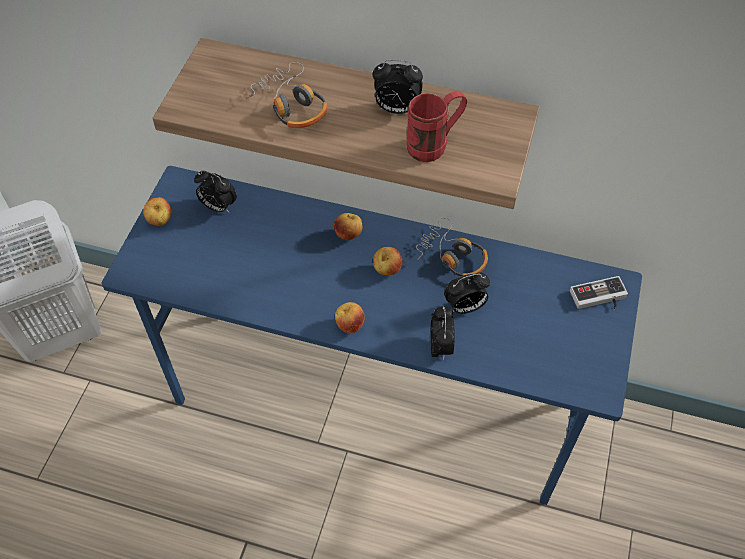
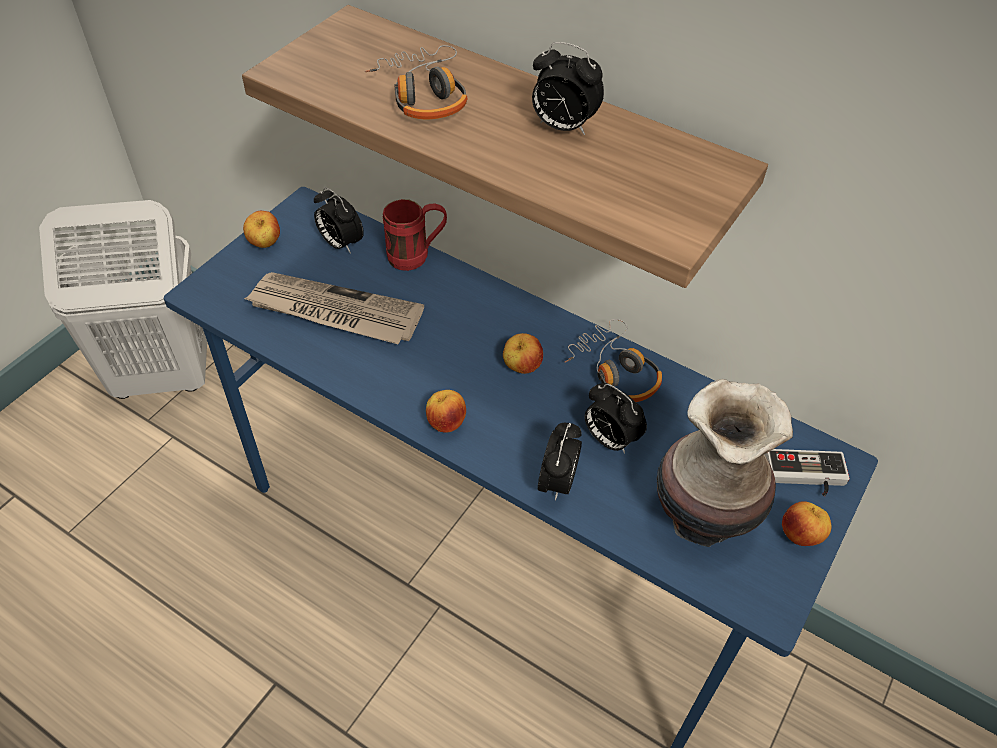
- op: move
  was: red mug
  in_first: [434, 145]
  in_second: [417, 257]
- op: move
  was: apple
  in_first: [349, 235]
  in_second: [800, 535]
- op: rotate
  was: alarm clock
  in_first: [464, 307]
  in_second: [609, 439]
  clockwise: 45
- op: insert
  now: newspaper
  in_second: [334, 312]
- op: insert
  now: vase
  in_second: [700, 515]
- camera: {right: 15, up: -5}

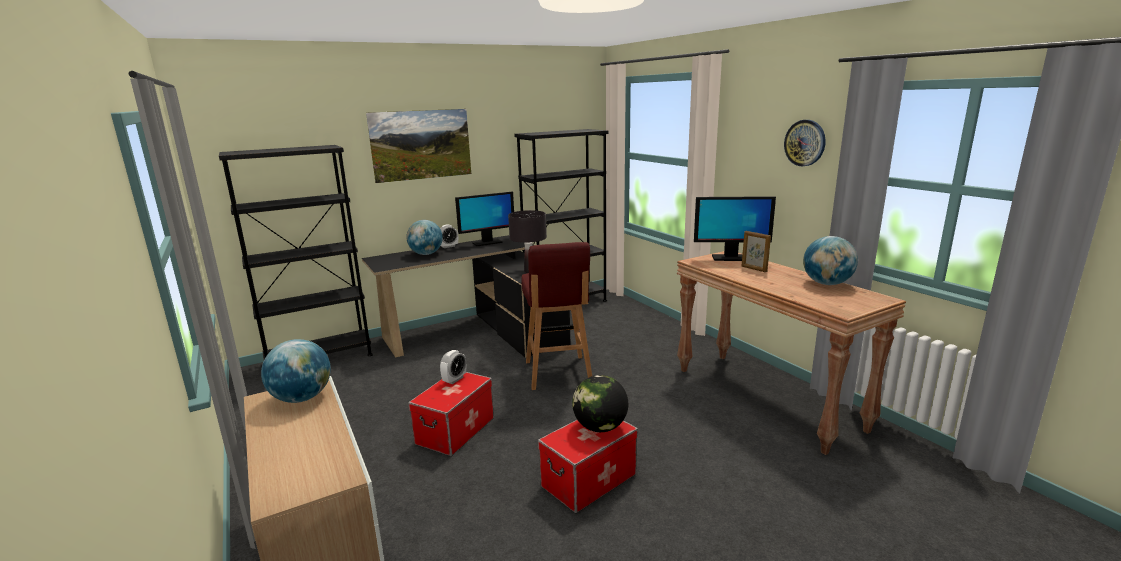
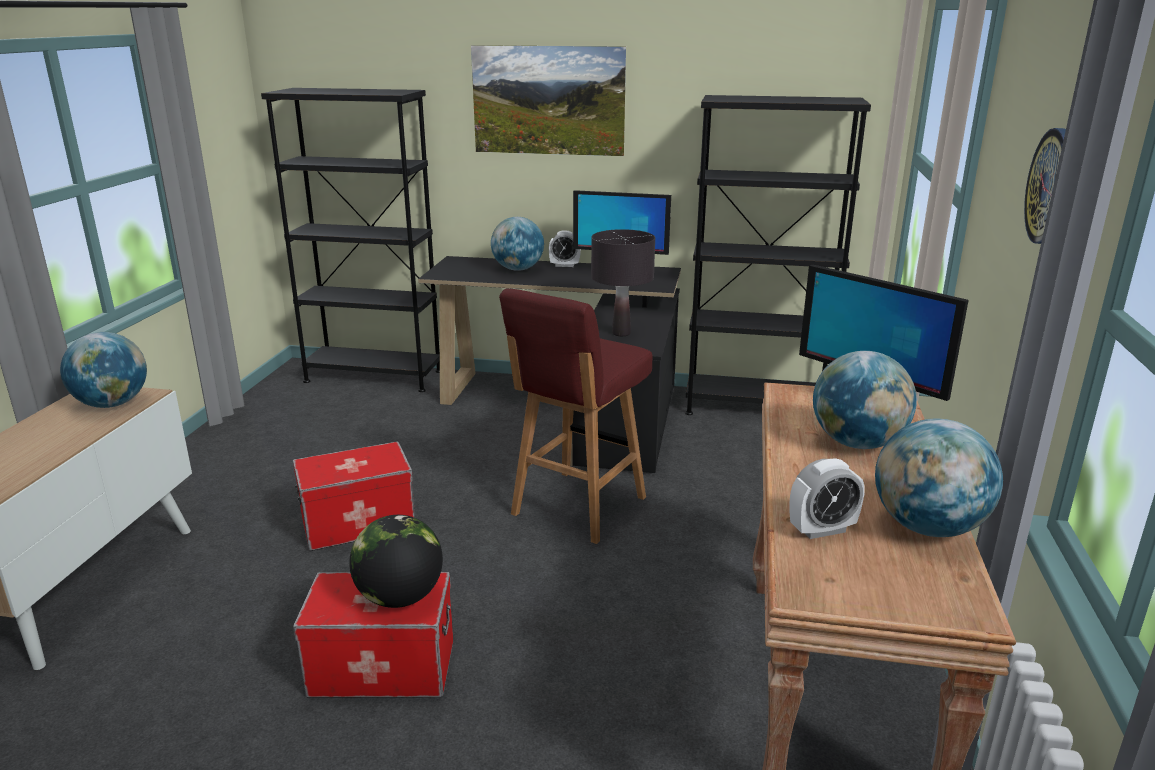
- op: replace
  was: picture frame
  now: globe
  in_first: [753, 269]
  in_second: [857, 443]
- op: move
  was: alarm clock
  in_first: [454, 379]
  in_second: [822, 530]
- camera: {right: 40, up: 5}

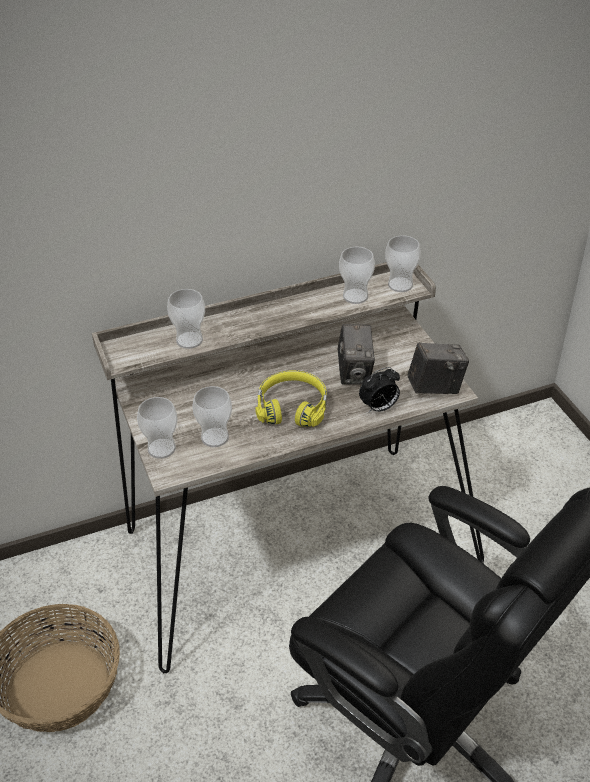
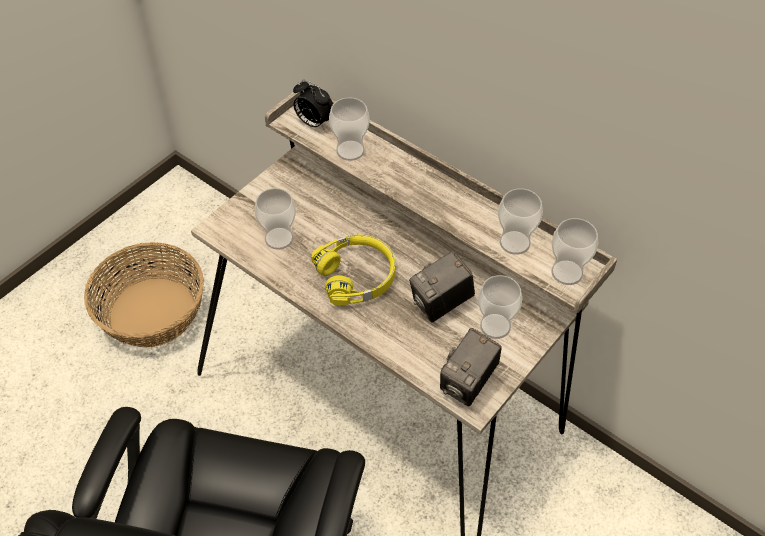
- op: rotate
  was: photo camera
  in_first: [435, 387]
  in_second: [468, 383]
  clockwise: 75
- op: move
  was: alarm clock
  in_first: [379, 408]
  in_second: [314, 123]
- op: move
  was: cup
  in_first: [161, 448]
  in_second: [495, 326]
- camera: {right: 60, up: 10}

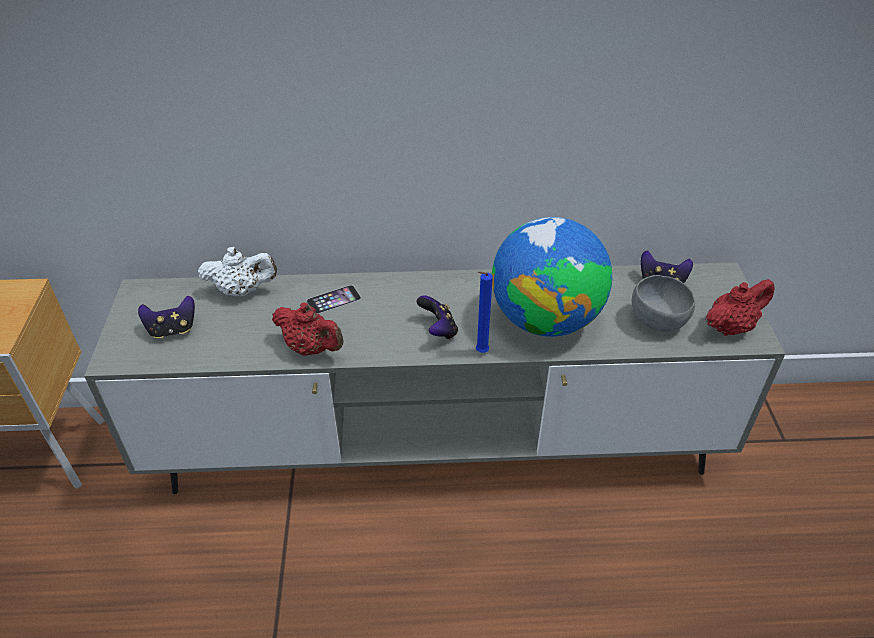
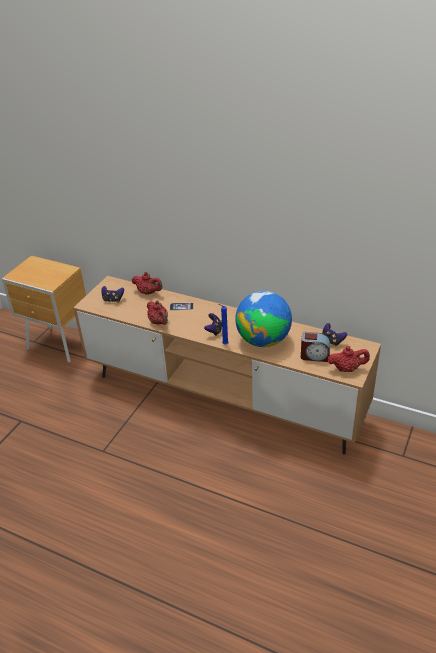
- op: recolor
  was: white teapot
  now: red teapot
  in_first: [242, 291]
  in_second: [148, 293]
- op: recolor
  was: grey tv stand
  now: brown tv stand
  in_first: [436, 448]
  in_second: [222, 398]
- op: replace
  was: grey bowl
  now: alarm clock
  in_first: [658, 320]
  in_second: [314, 356]
- camera: {right: 30, up: -5}

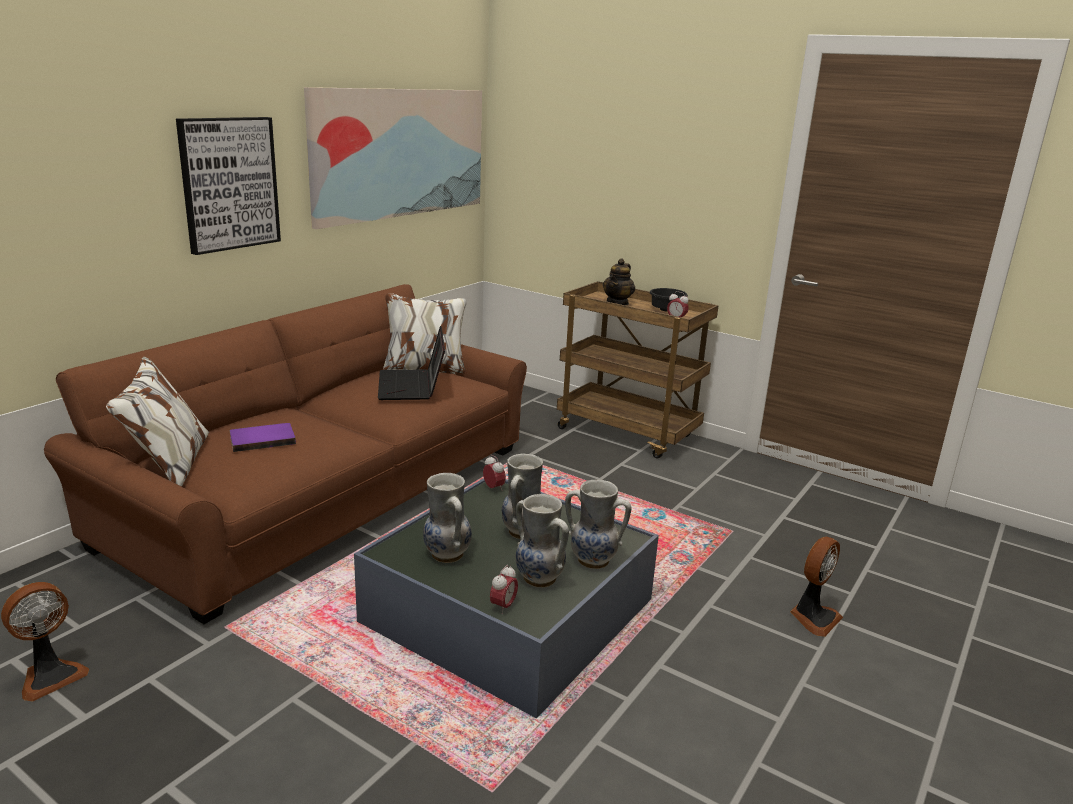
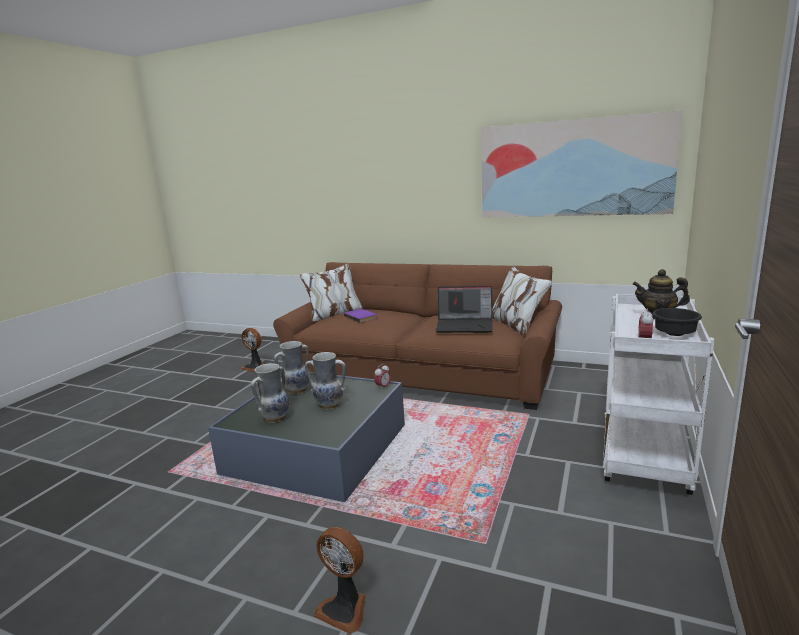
- op: delete
  was: picture
  in_first: [229, 184]
- op: recolor
  was: brown cart
  now: white cart
  in_first: [628, 433]
  in_second: [645, 456]
- op: rotate
  was: laptop
  in_first: [412, 386]
  in_second: [465, 325]
  clockwise: -150
- op: delete
  was: vase
  in_first: [593, 561]
- op: delete
  was: alarm clock
  in_first: [503, 606]
- camera: {right: 80, up: -5}

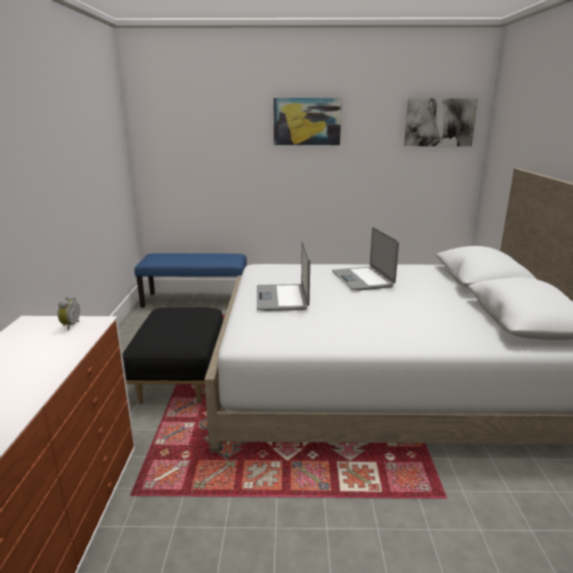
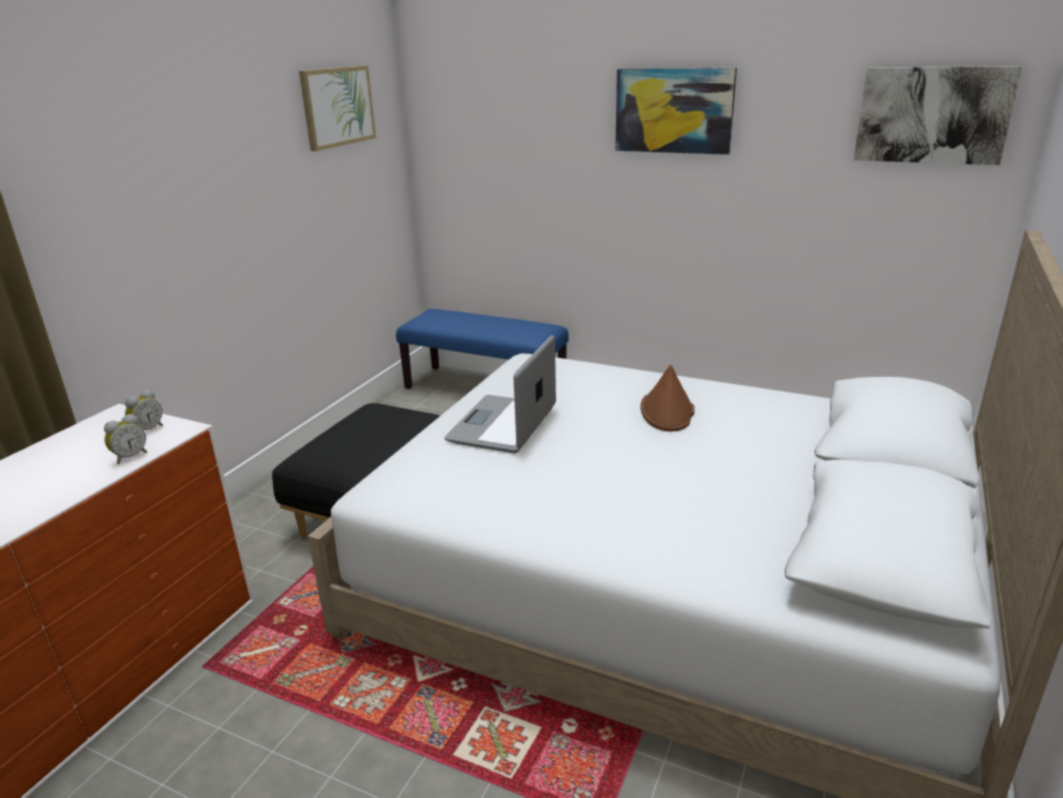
- op: replace
  was: laptop
  now: brown hat
  in_first: [363, 279]
  in_second: [667, 411]
- op: insert
  now: picture
  in_second: [337, 106]
- op: insert
  now: alarm clock
  in_second: [130, 457]
- camera: {right: 25, up: 5}

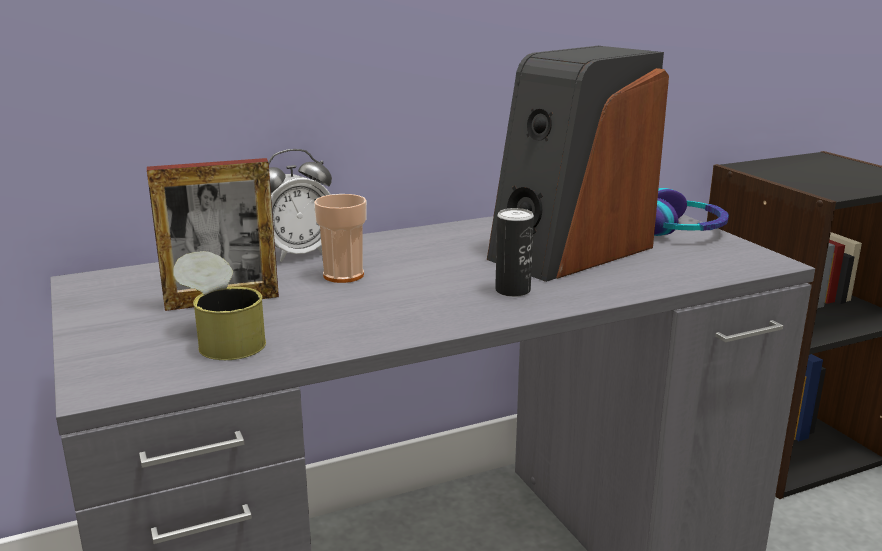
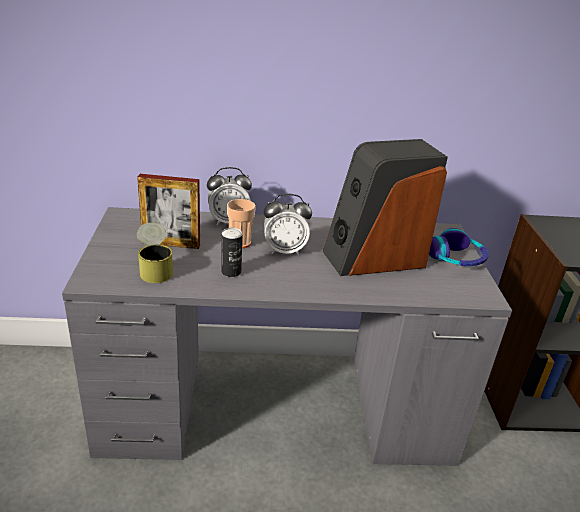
- op: move
  was: can
  in_first: [512, 290]
  in_second: [231, 272]
- op: insert
  now: alarm clock
  in_second: [284, 250]
- camera: {right: 20, up: 10}

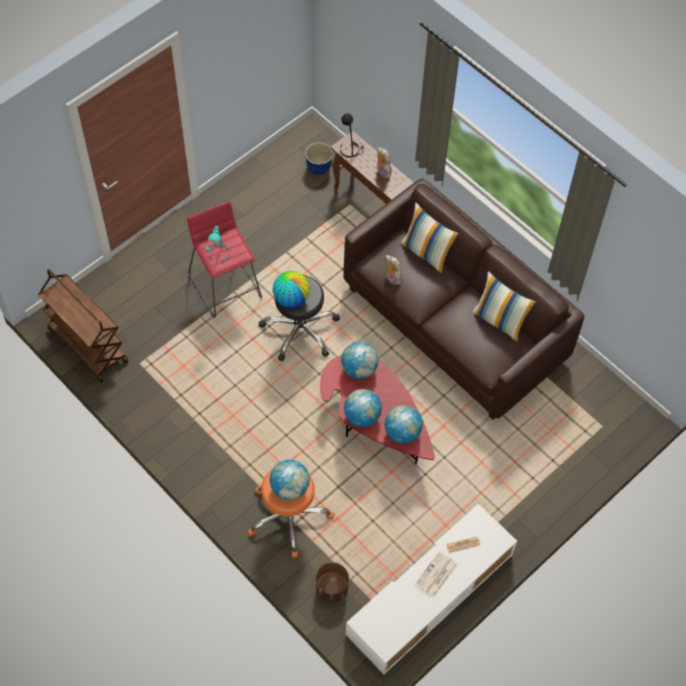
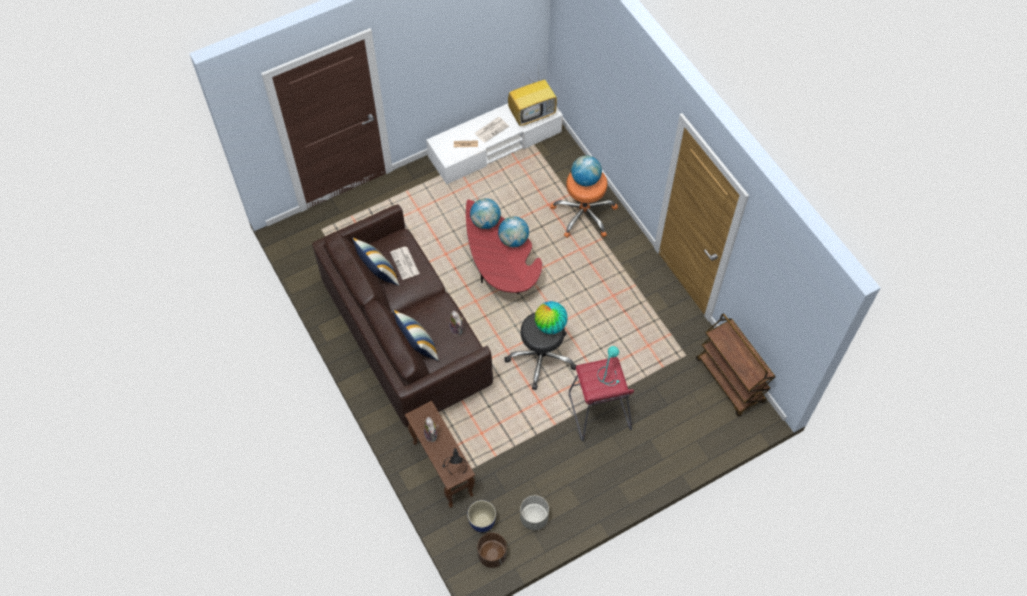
- op: delete
  was: globe
  in_first: [359, 369]
- op: move
  was: brown planter
  in_first: [332, 588]
  in_second: [492, 554]
- op: insert
  now: television
  in_second: [532, 114]
- op: insert
  now: newspaper
  in_second: [405, 263]
- op: insert
  now: grey planter
  in_second: [534, 517]
- camera: {right: -165, up: 0}

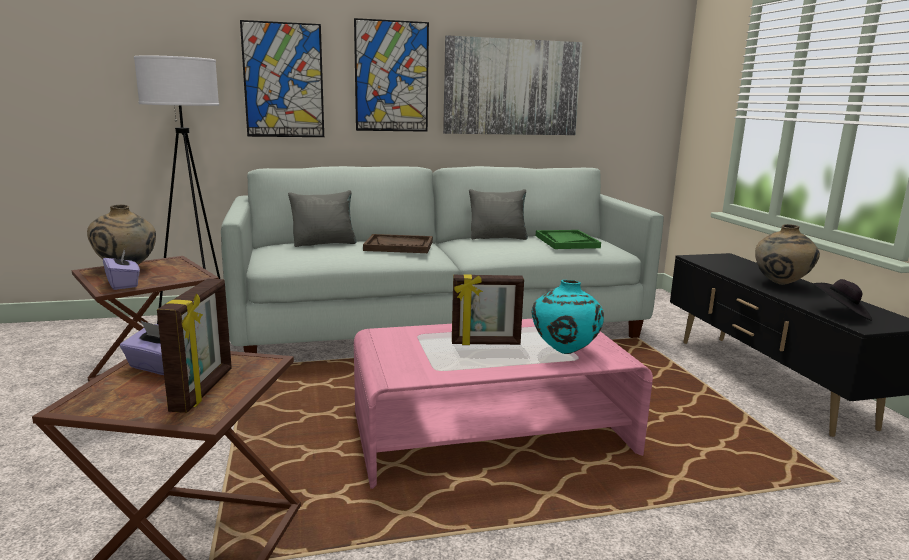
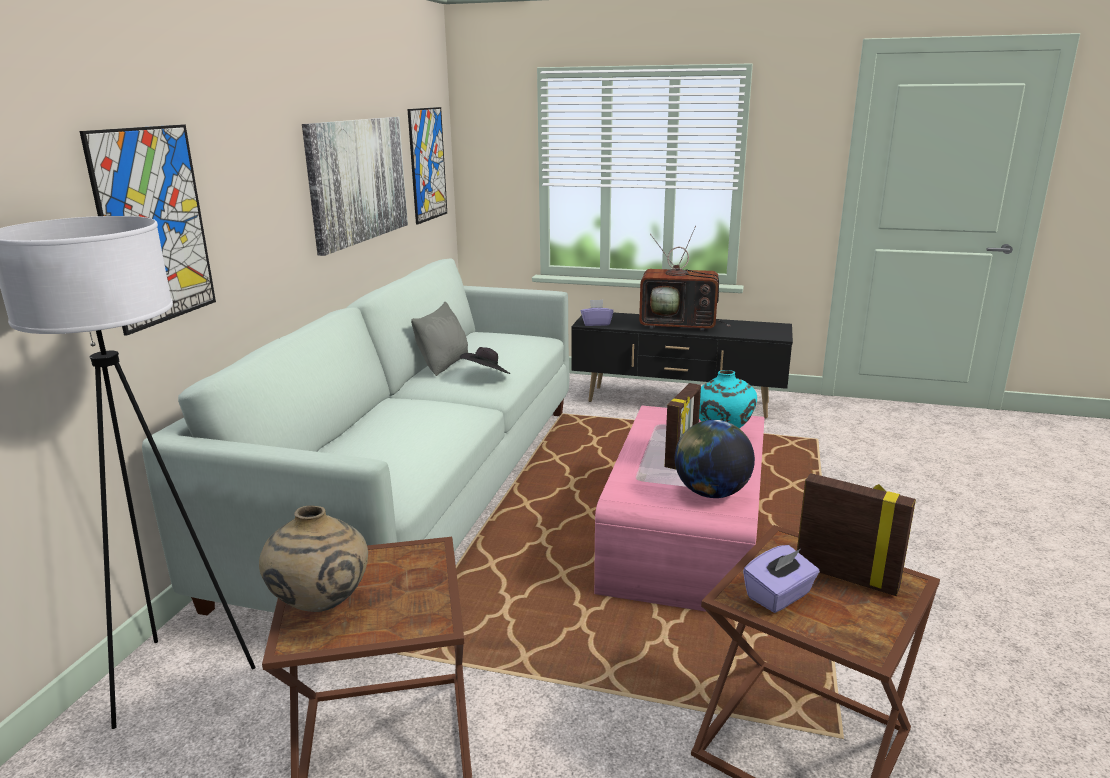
- op: move
  was: picture
  in_first: [391, 77]
  in_second: [427, 164]
- op: delete
  was: grey pillow
  in_first: [324, 243]
- op: replace
  was: beige vase
  now: television
  in_first: [781, 284]
  in_second: [680, 325]
- op: delete
  was: green tray
  in_first: [566, 241]
- op: delete
  was: brown tray
  in_first: [399, 246]
- op: move
  was: purple tissue box
  in_first: [123, 284]
  in_second: [596, 323]
- op: move
  was: black hat
  in_first: [841, 314]
  in_second: [486, 376]
- op: insert
  now: globe
  in_second: [711, 493]
- camera: {right: -60, up: 5}

